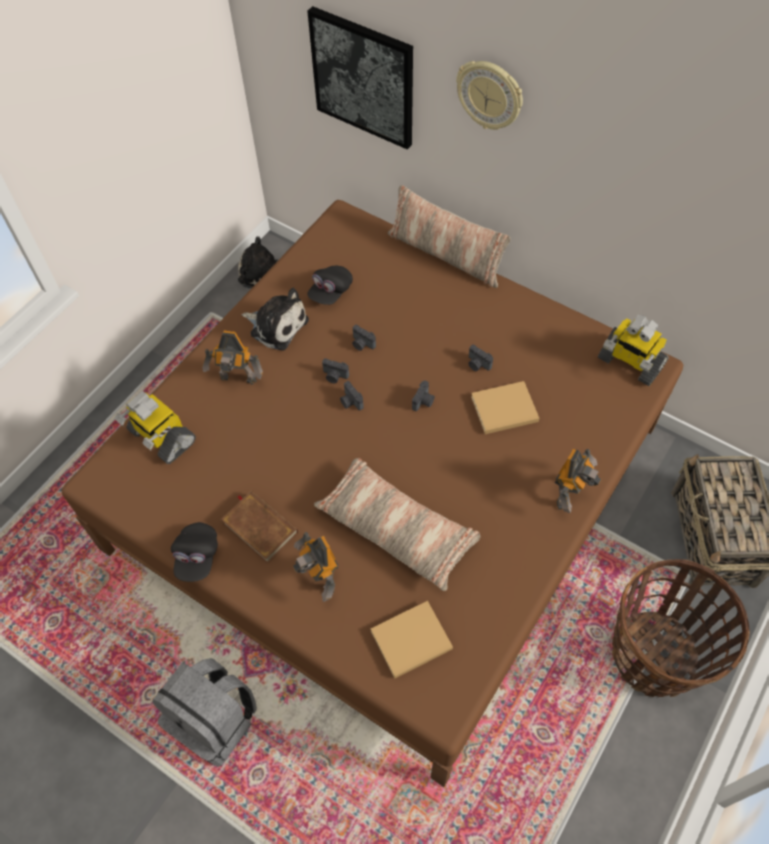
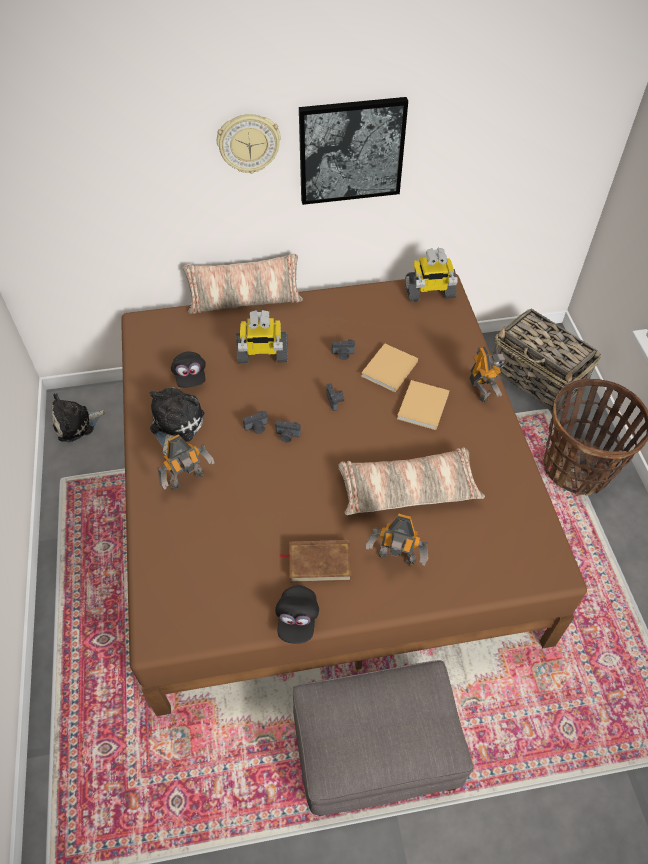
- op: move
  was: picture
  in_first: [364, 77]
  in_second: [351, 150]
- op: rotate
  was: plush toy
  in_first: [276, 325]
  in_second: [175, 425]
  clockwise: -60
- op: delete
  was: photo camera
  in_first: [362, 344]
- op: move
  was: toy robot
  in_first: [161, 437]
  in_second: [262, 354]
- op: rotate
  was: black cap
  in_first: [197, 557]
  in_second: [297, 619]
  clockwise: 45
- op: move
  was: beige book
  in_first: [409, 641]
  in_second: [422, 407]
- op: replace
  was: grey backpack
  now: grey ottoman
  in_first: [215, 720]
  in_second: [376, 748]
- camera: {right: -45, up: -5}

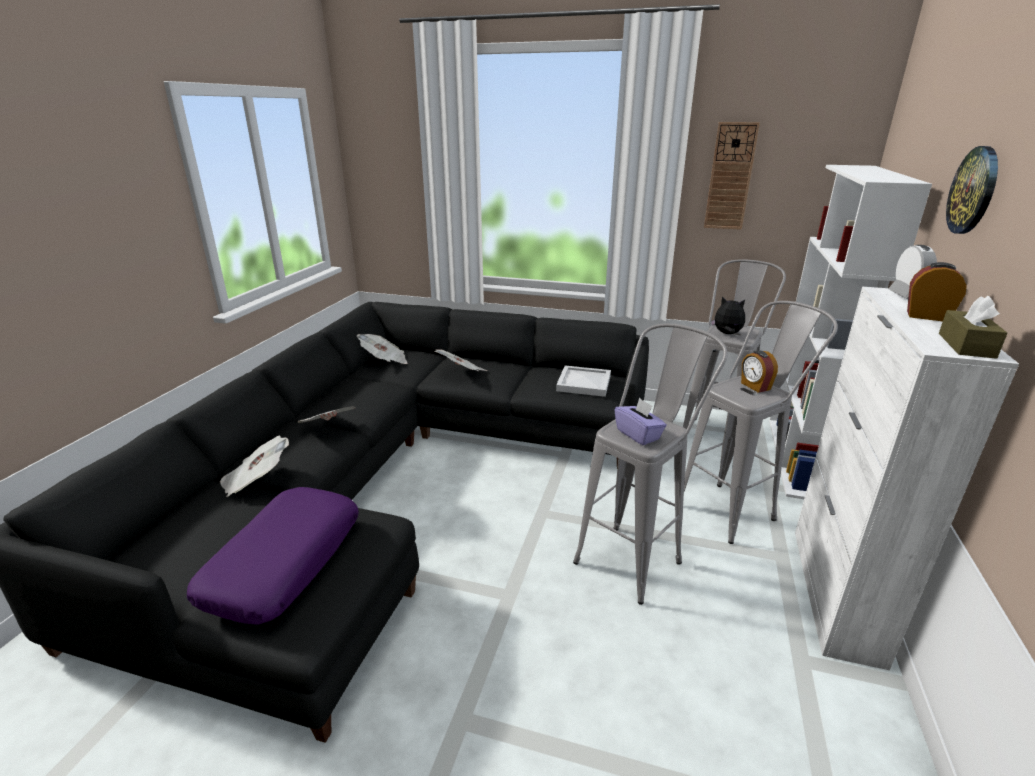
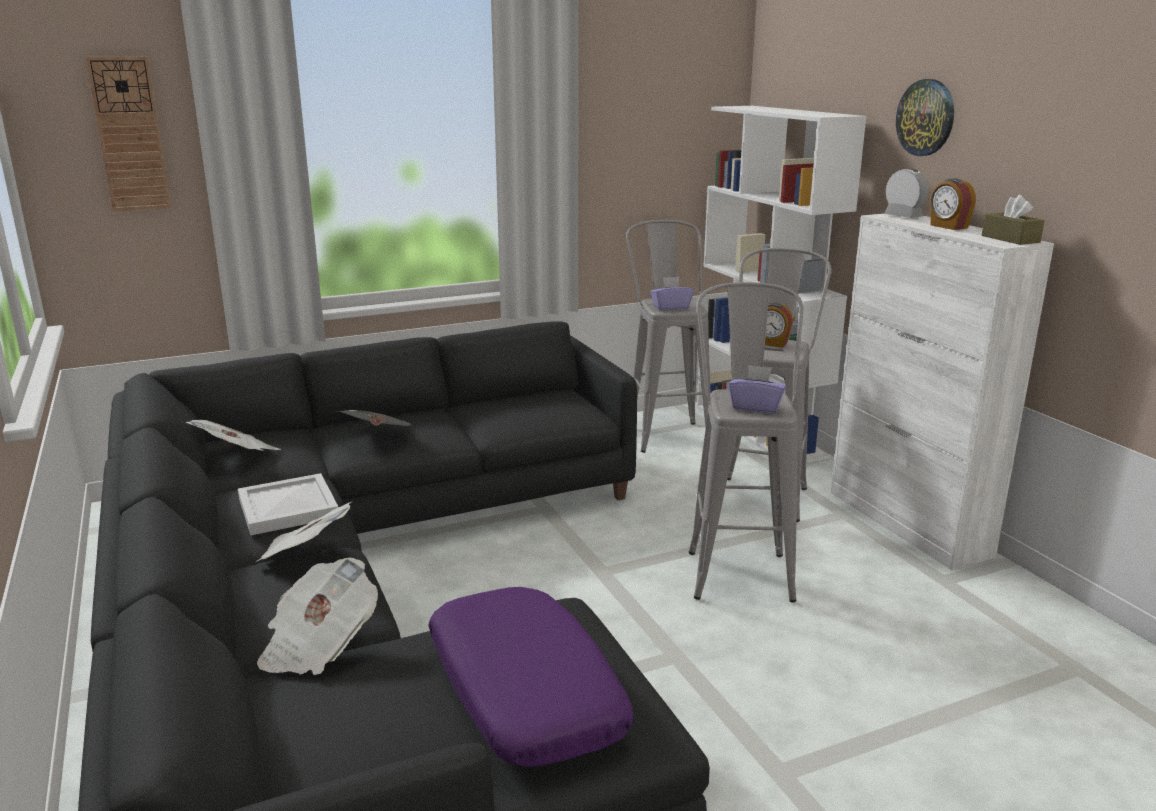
- op: move
  was: wall clock
  in_first: [730, 177]
  in_second: [130, 134]
- op: rotate
  was: alarm clock
  in_first: [927, 316]
  in_second: [948, 226]
  clockwise: -105
- op: replace
  was: plush toy
  now: purple tissue box
  in_first: [726, 334]
  in_second: [671, 307]
- op: move
  was: white tray
  in_first: [583, 383]
  in_second: [287, 509]
- camera: {right: -40, up: -5}

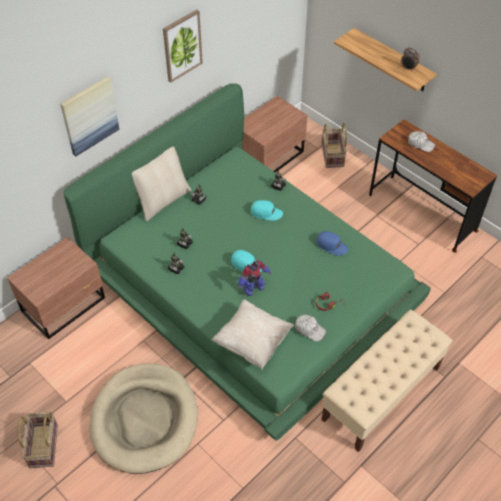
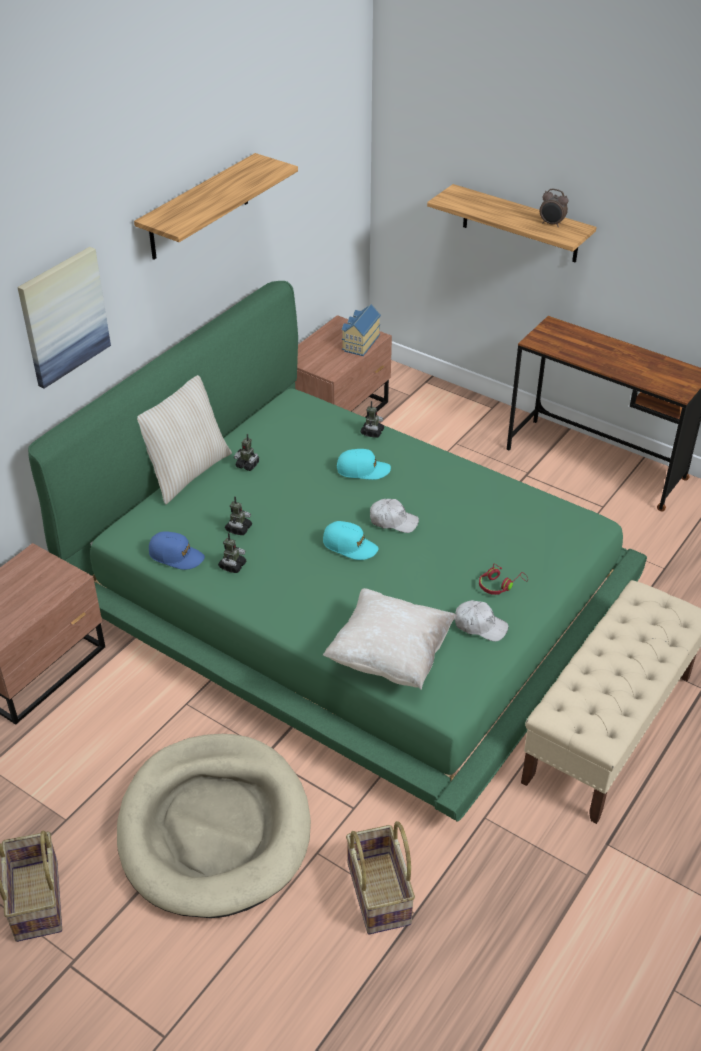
- op: replace
  was: picture
  now: shelf
  in_first: [182, 45]
  in_second: [199, 207]
- op: move
  was: basket
  in_first: [333, 155]
  in_second: [380, 893]
- op: move
  was: white cap
  in_first: [420, 144]
  in_second: [393, 521]
- op: move
  was: blue cap
  in_first: [332, 245]
  in_second: [176, 556]
- op: delete
  was: toy robot
  in_first: [253, 288]
- op: insert
  now: toy house
  in_second: [359, 342]
- camera: {right: -10, up: -10}

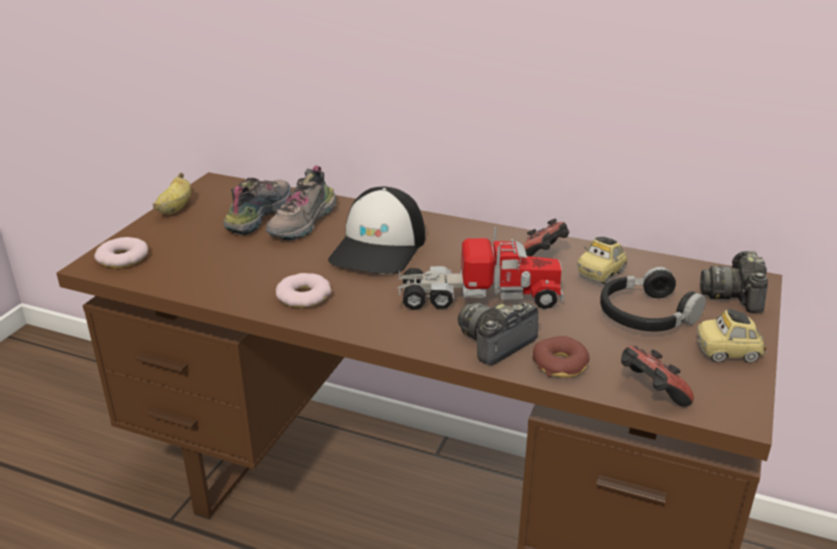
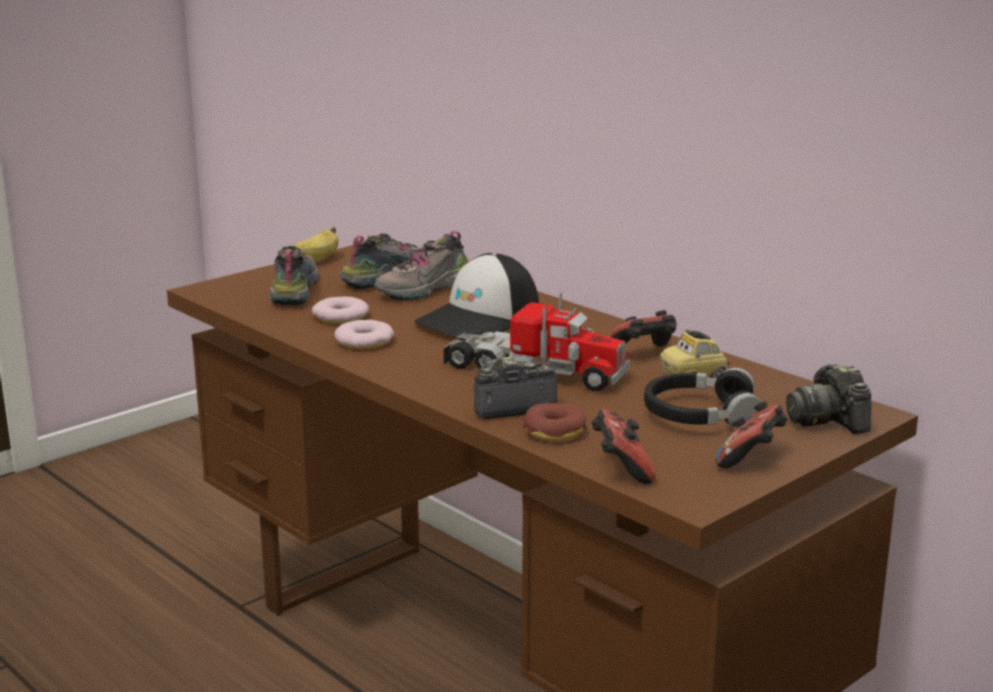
- op: move
  was: donut
  in_first: [122, 258]
  in_second: [340, 316]
- op: rotate
  was: photo camera
  in_first: [734, 295]
  in_second: [828, 420]
  clockwise: -45
- op: replace
  was: toy car
  now: game controller
  in_first: [728, 353]
  in_second: [751, 459]
- op: insert
  now: shoe
  in_second: [293, 290]
- camera: {right: 25, up: -10}

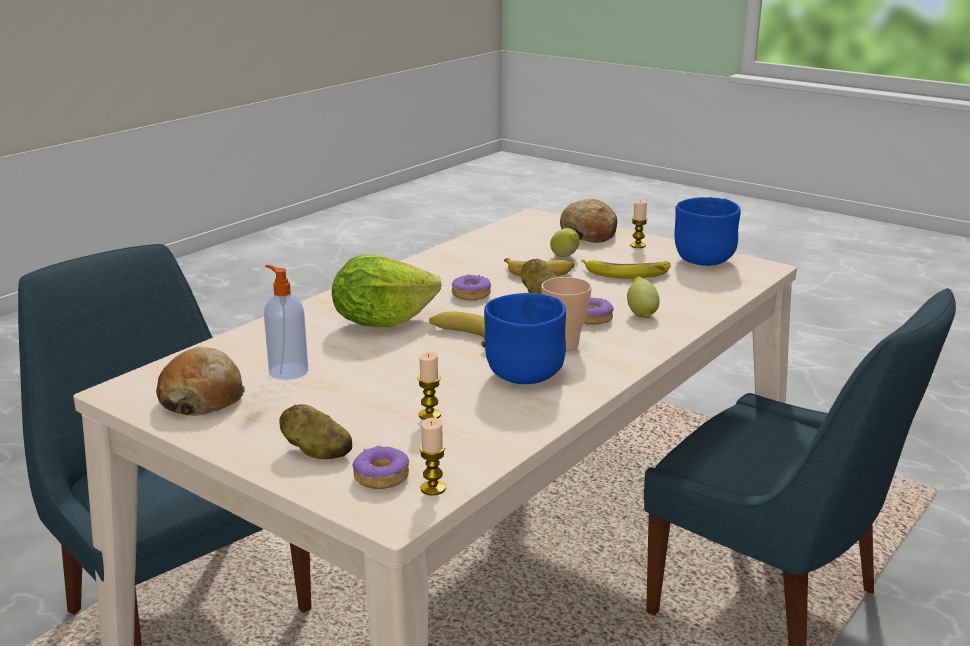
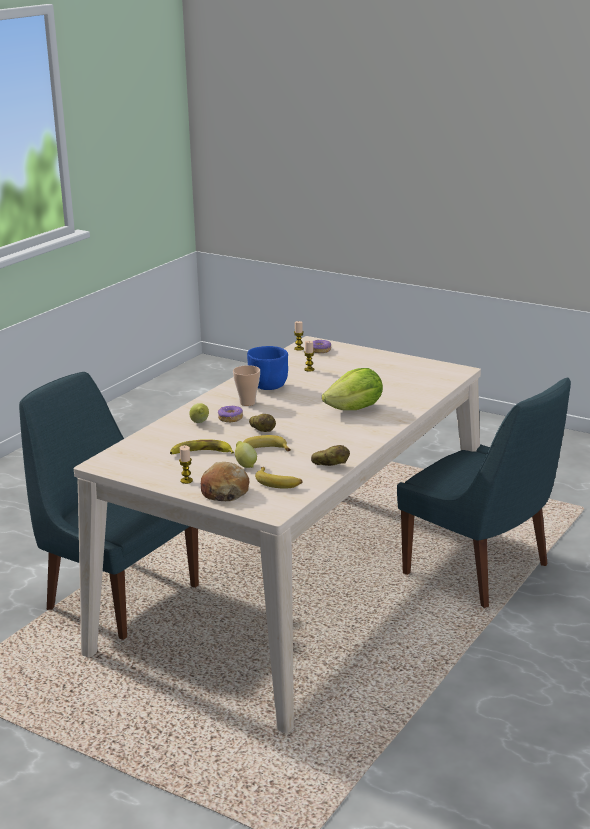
- op: delete
  was: blue bowl
  in_first: [703, 260]
- op: delete
  was: soap dispenser
  in_first: [287, 371]
- op: delete
  was: donut
  in_first: [470, 295]
- op: move
  was: banana
  in_first: [463, 336]
  in_second: [278, 482]
- op: delete
  was: bread
  in_first: [202, 398]
- op: move
  was: potato
  in_first: [316, 451]
  in_second: [330, 466]
- camera: {right: 175, up: 0}

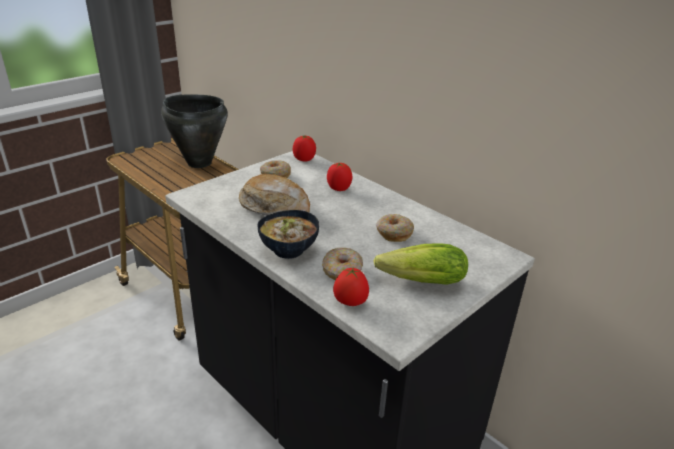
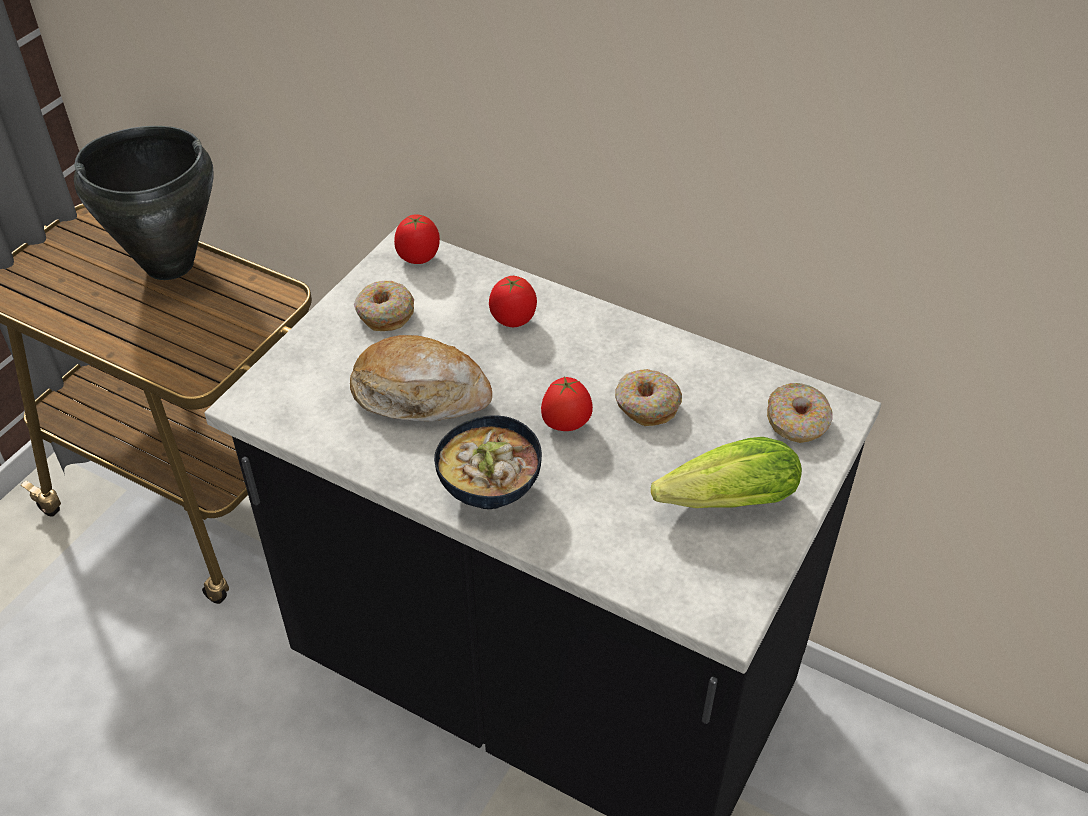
- op: move
  was: donut
  in_first: [342, 271]
  in_second: [797, 422]
- op: move
  was: tomato
  in_first: [350, 303]
  in_second: [566, 425]
- camera: {right: -15, up: 15}

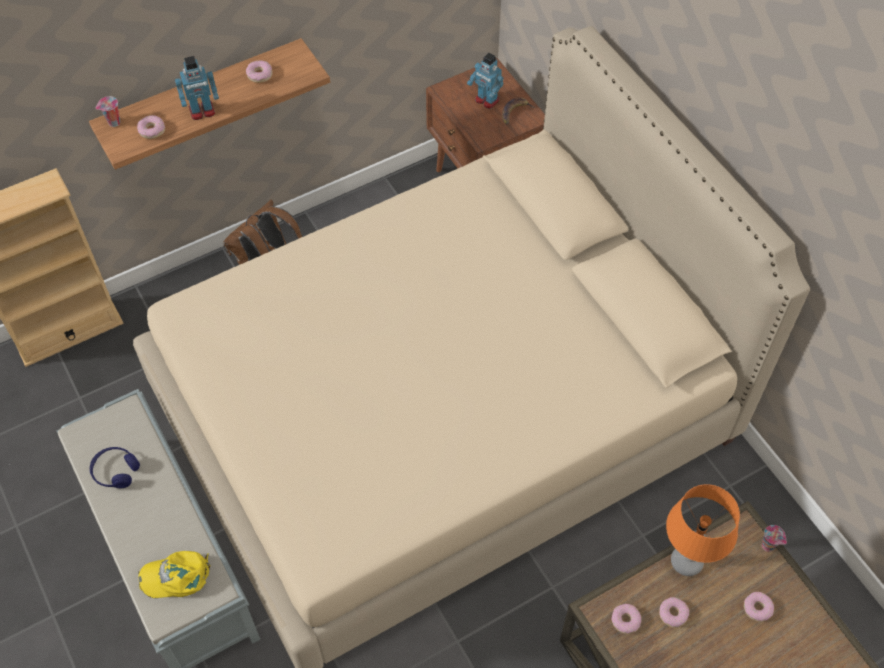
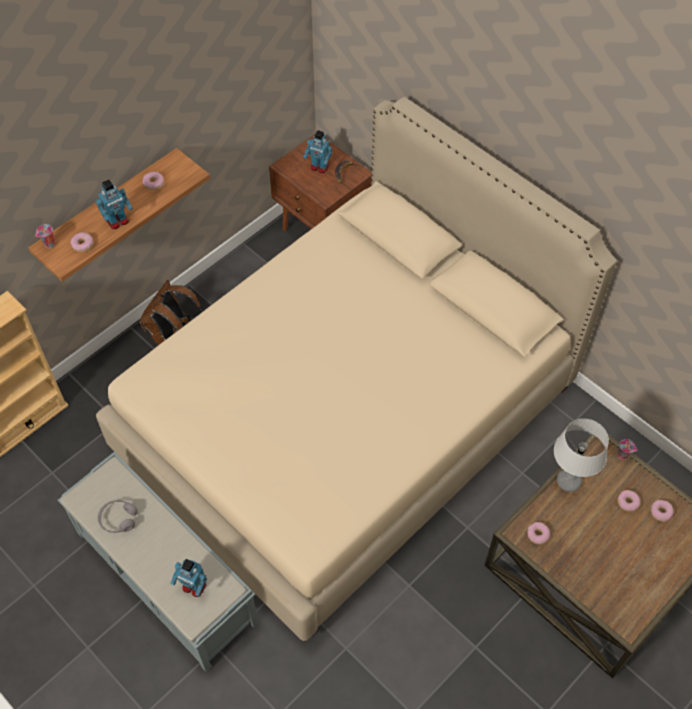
- op: recolor
  was: blue headphones
  now: grey headphones
  in_first: [115, 471]
  in_second: [118, 519]
- op: recolor
  was: orange table lamp
  now: grey table lamp
  in_first: [686, 562]
  in_second: [569, 481]
- op: replace
  was: yellow cap
  now: toy robot
  in_first: [176, 576]
  in_second: [194, 587]
- op: move
  was: donut
  in_first: [673, 614]
  in_second: [661, 512]
- camera: {right: -15, up: 0}

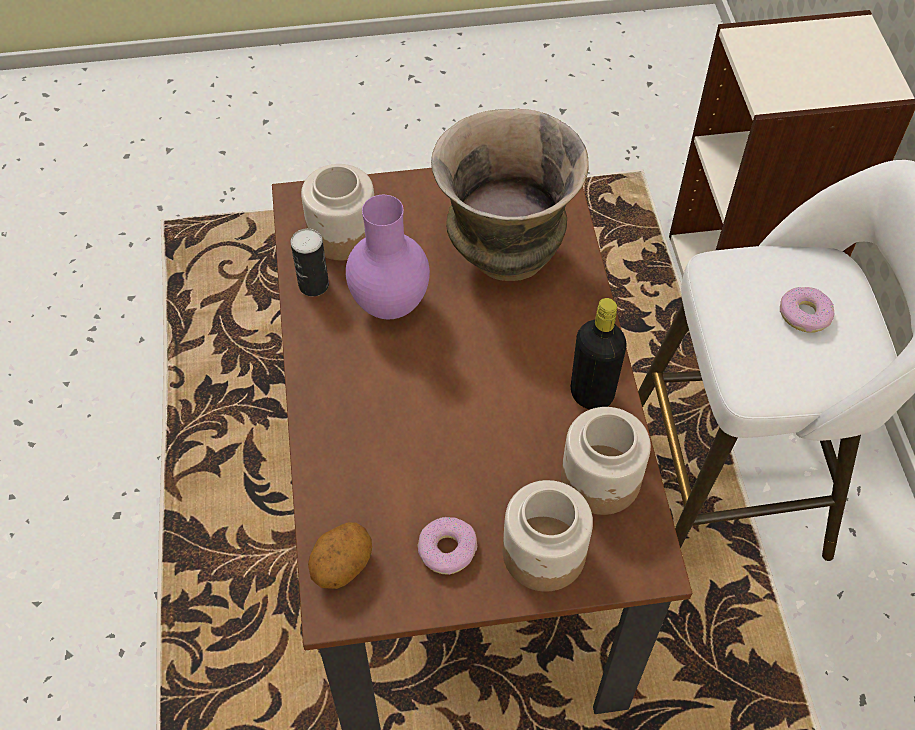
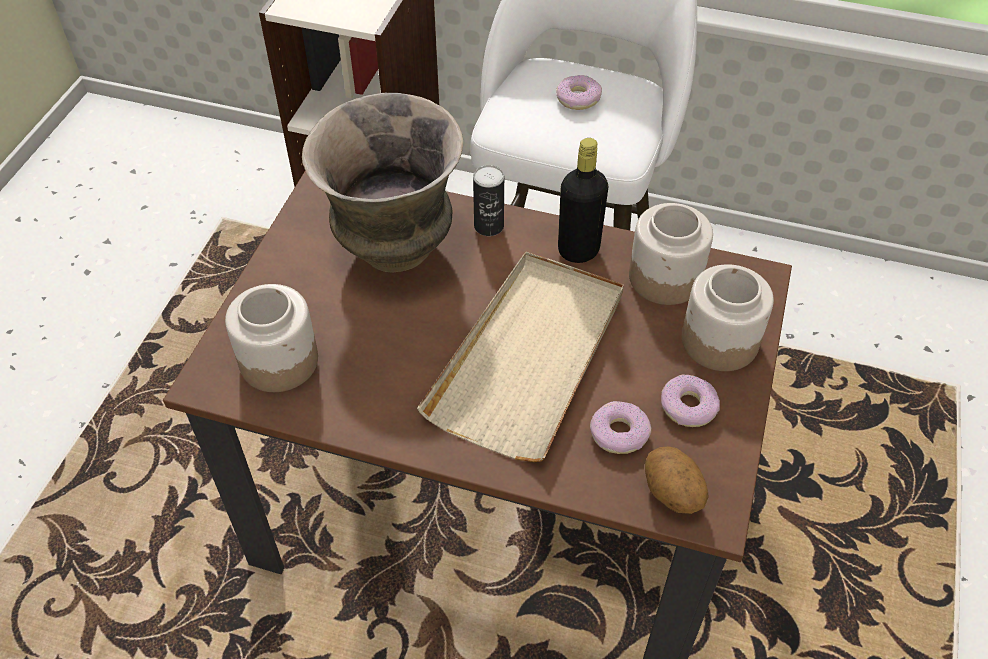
- op: delete
  was: purple vase
  in_first: [391, 304]
- op: move
  was: can
  in_first: [313, 285]
  in_second: [489, 226]
- op: insert
  now: beige tray
  in_second: [529, 357]
- op: insert
  now: donut
  in_second: [619, 433]
- camera: {right: -65, up: -5}

